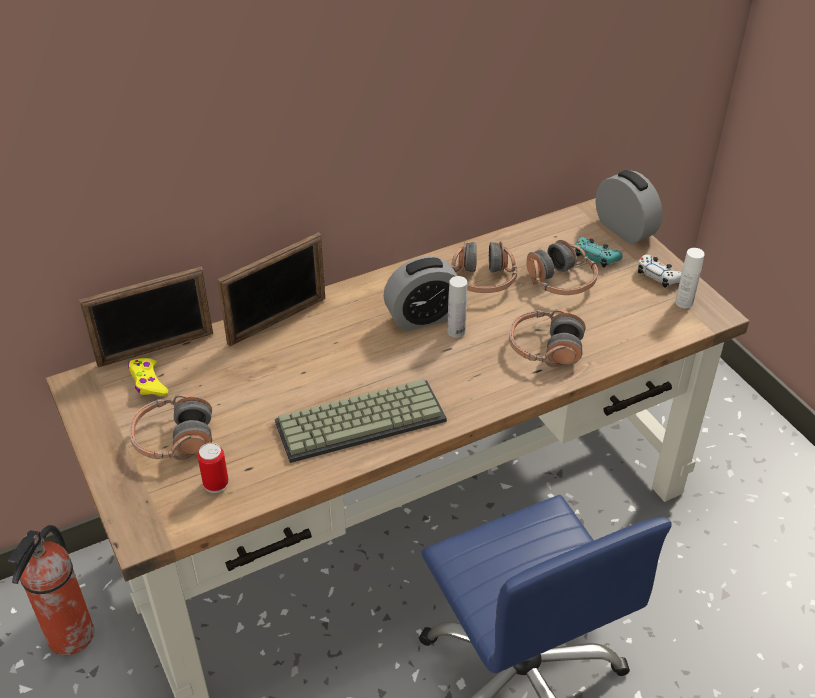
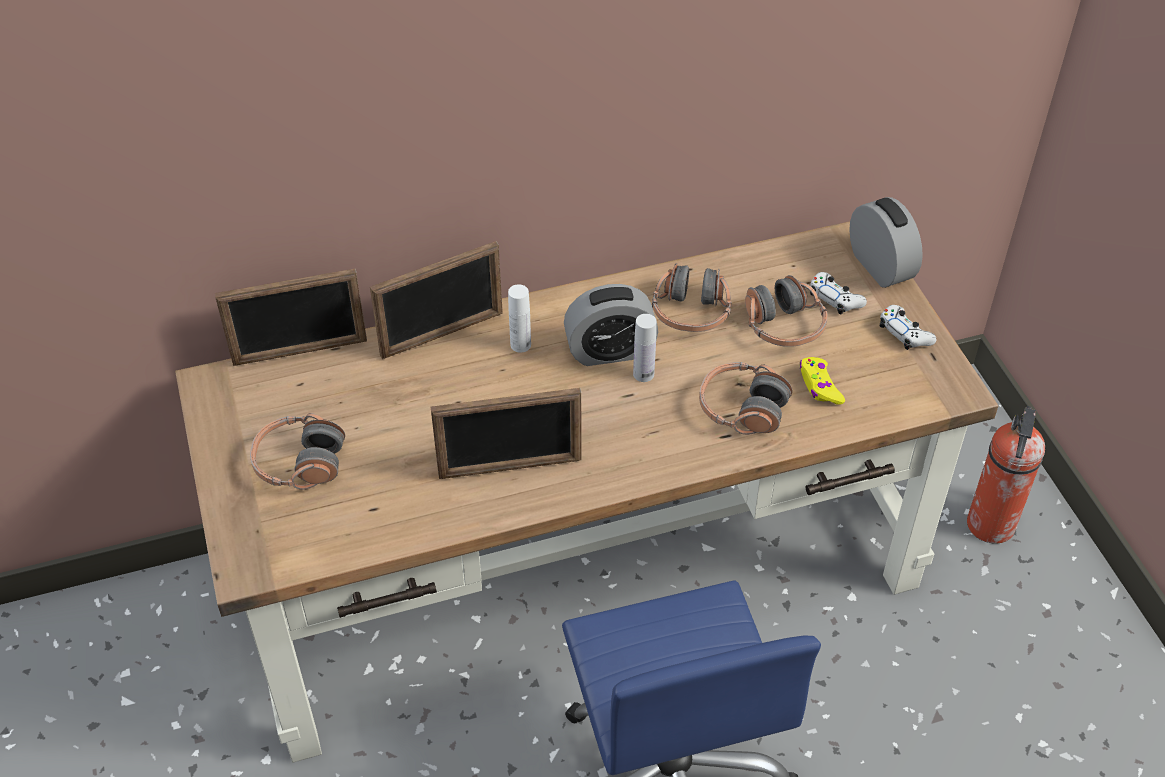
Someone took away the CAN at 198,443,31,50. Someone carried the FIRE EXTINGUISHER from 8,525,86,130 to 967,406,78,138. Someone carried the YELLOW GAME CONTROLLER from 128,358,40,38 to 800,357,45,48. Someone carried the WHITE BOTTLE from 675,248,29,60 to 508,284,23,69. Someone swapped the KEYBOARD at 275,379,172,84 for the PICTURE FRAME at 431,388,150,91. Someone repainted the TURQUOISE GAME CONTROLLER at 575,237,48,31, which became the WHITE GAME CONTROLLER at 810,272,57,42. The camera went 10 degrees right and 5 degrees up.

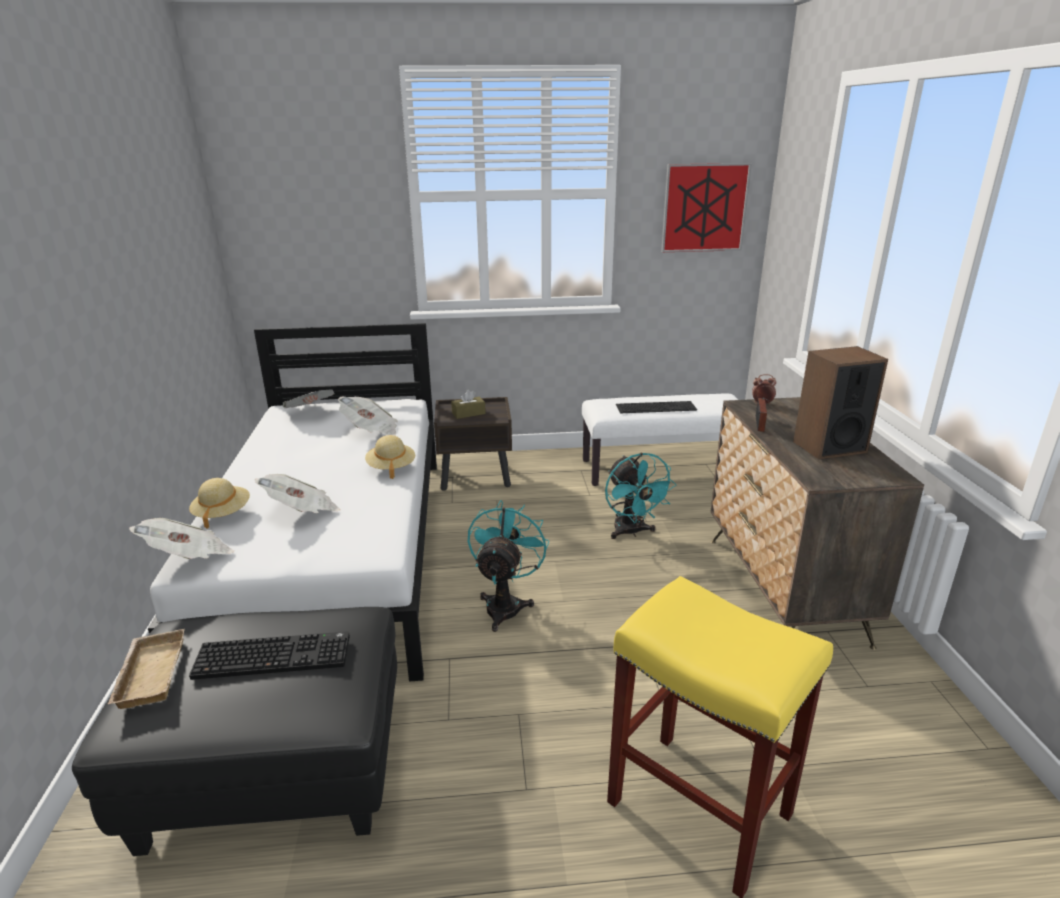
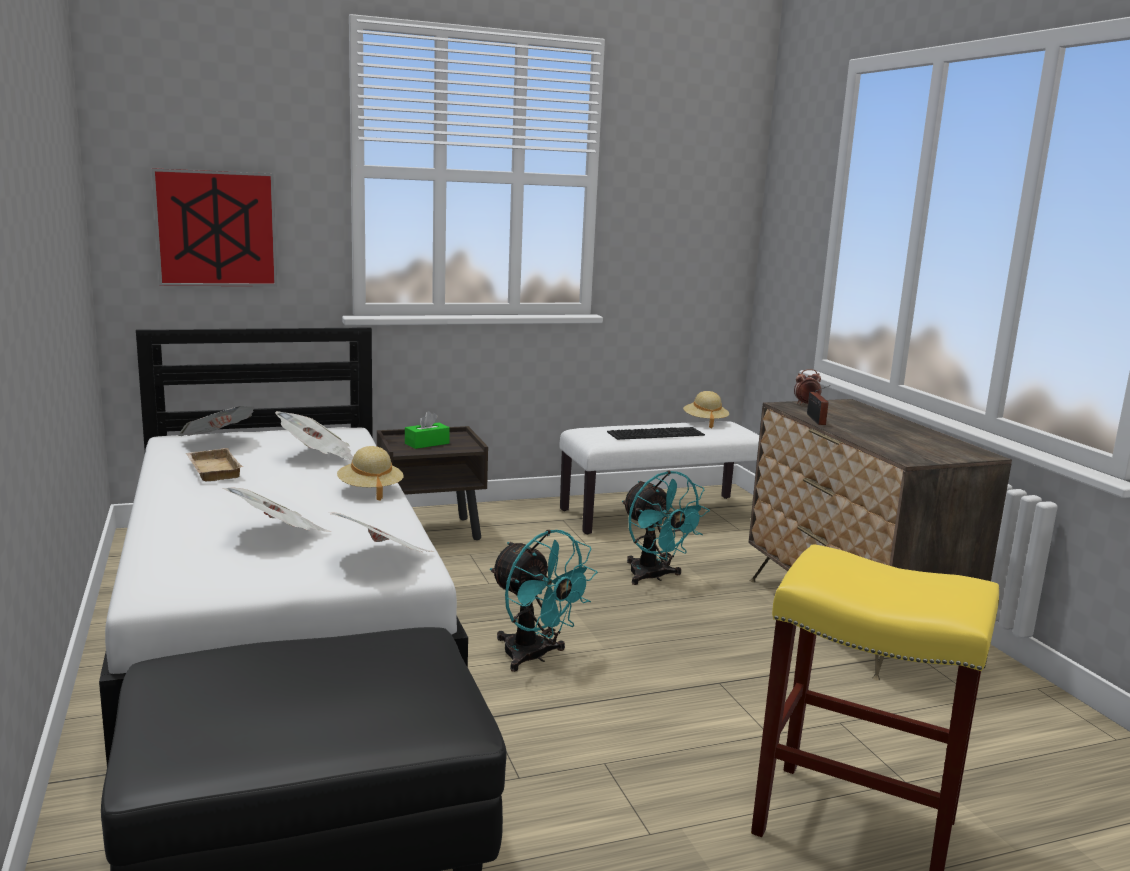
Someone took away the KEYBOARD at 189,631,161,49. Someone took away the SPEAKER at 793,346,95,114. Someone carried the BEIGE TRAY from 108,629,77,80 to 186,448,57,33. Someone carried the NEWSPAPER from 129,518,105,41 to 327,512,108,40. Someone carried the BEIGE HAT from 189,478,61,51 to 683,391,46,37. Someone carried the PICTURE from 661,163,91,89 to 152,168,125,118. Someone repainted the BROWN TISSUE BOX at 451,390,35,29, which became the GREEN TISSUE BOX at 405,411,45,38. Someone rotated the TURQUOISE FAN at 468,500,81,132 by 135 degrees clockwise. The camera went 15 degrees left and 10 degrees down.

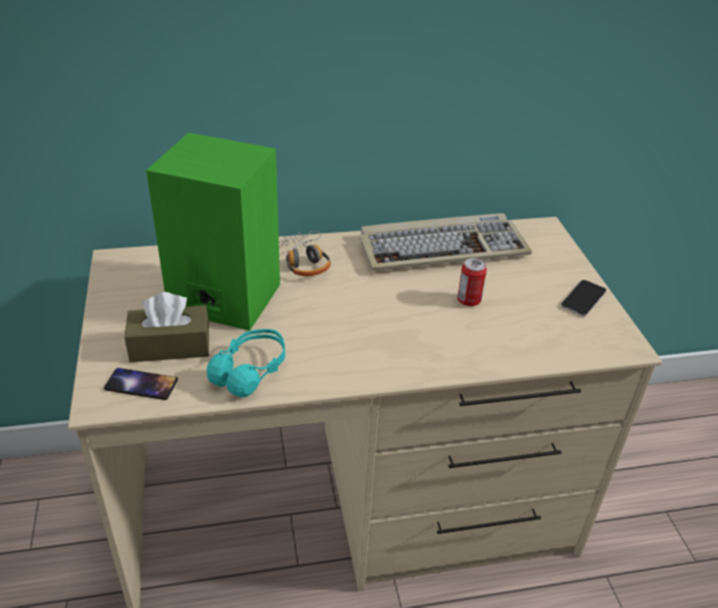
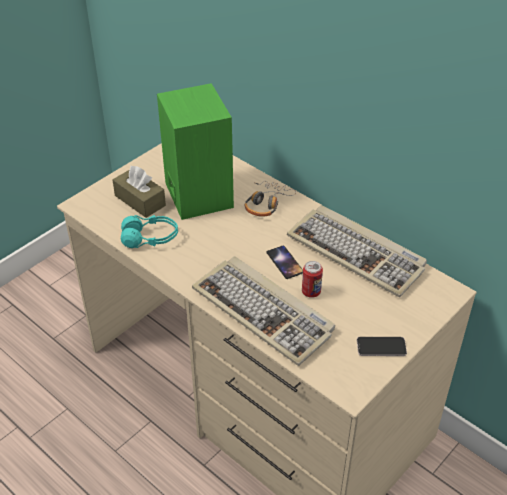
Someone put down the KEYBOARD at 192,256,143,110. Someone carried the PHONE from 104,368,74,32 to 267,246,36,33. The camera went 55 degrees right and 5 degrees up.

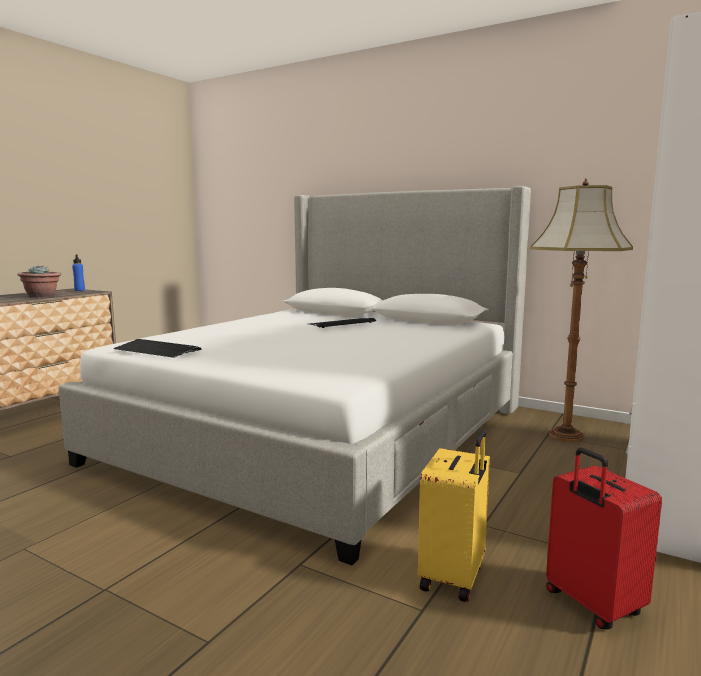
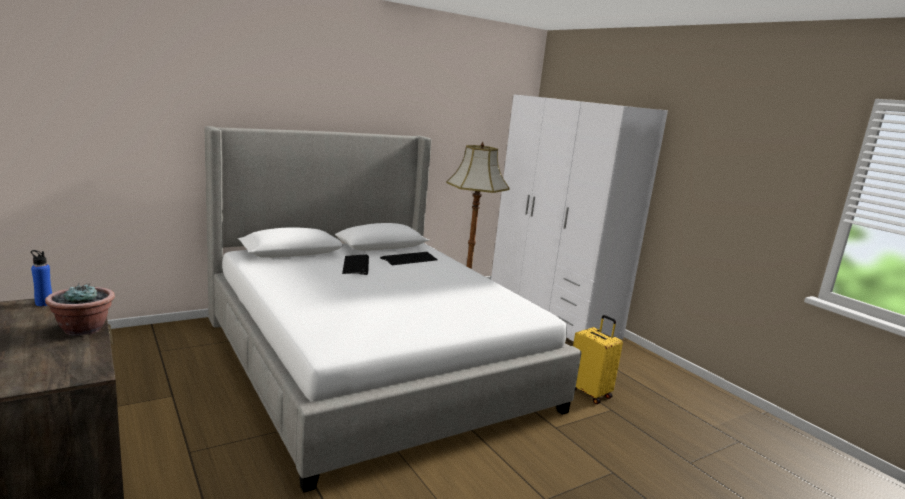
Someone took away the RED SUITCASE at 546,447,116,183. Someone carried the KEYBOARD from 114,339,87,19 to 380,252,58,13. The camera went 65 degrees left and 5 degrees up.

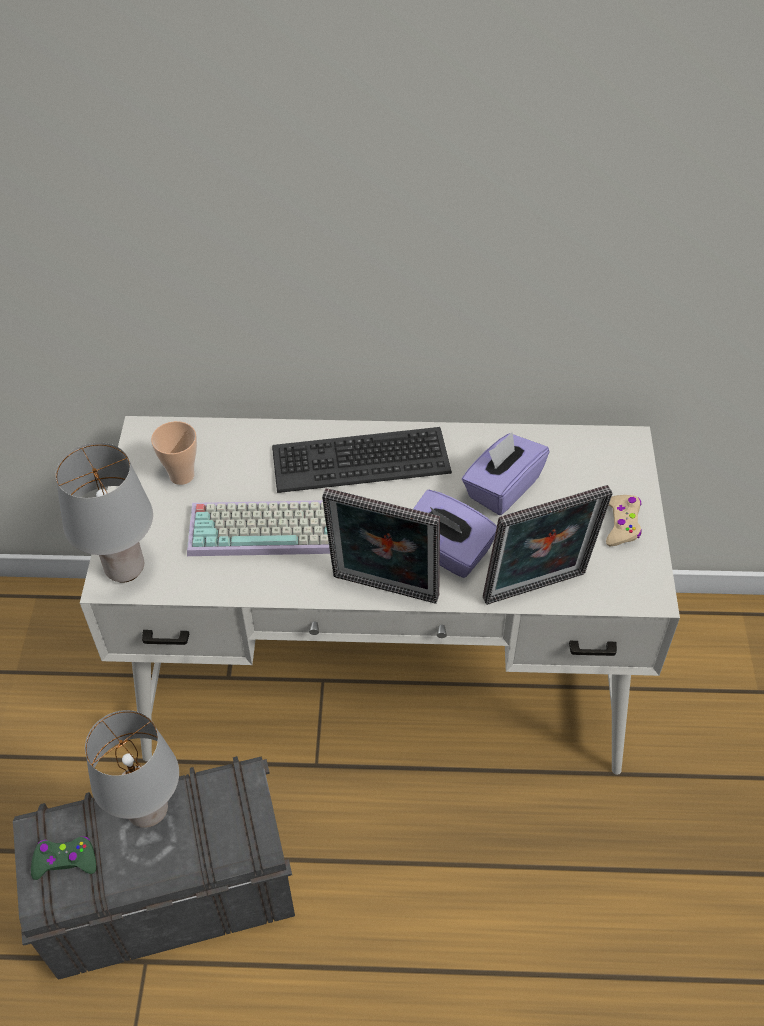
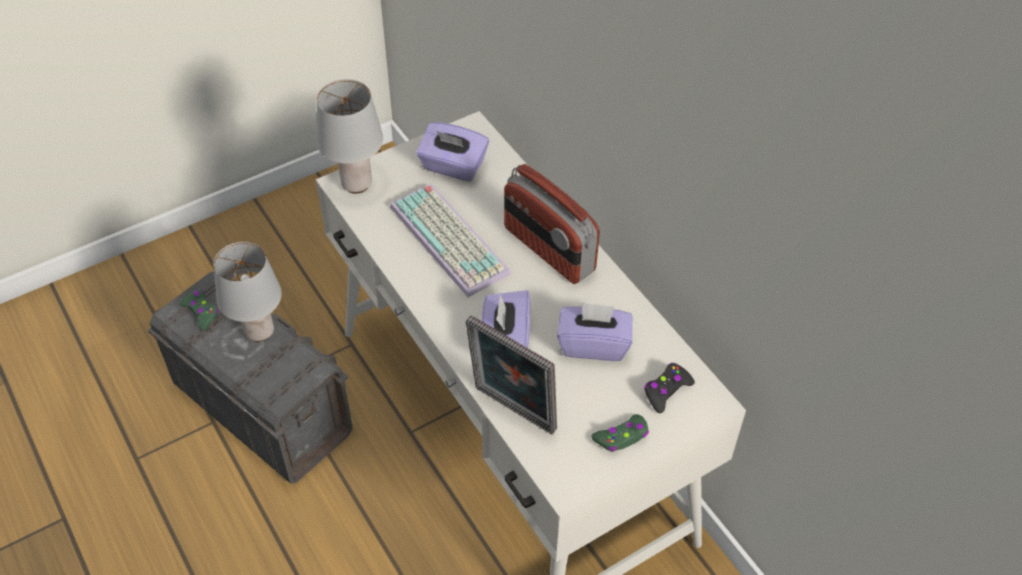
Someone took away the PICTURE FRAME at 322,488,118,116. Someone put down the BLACK GAME CONTROLLER at 644,363,51,50. Someone swapped the CUP at 151,421,46,64 for the PURPLE TISSUE BOX at 416,122,73,60. Someone swapped the KEYBOARD at 272,427,180,66 for the RADIO at 504,164,96,120. Someone repainted the BEIGE GAME CONTROLLER at 606,495,36,51, which became the GREEN GAME CONTROLLER at 591,414,58,38. The camera went 55 degrees right and 0 degrees up.

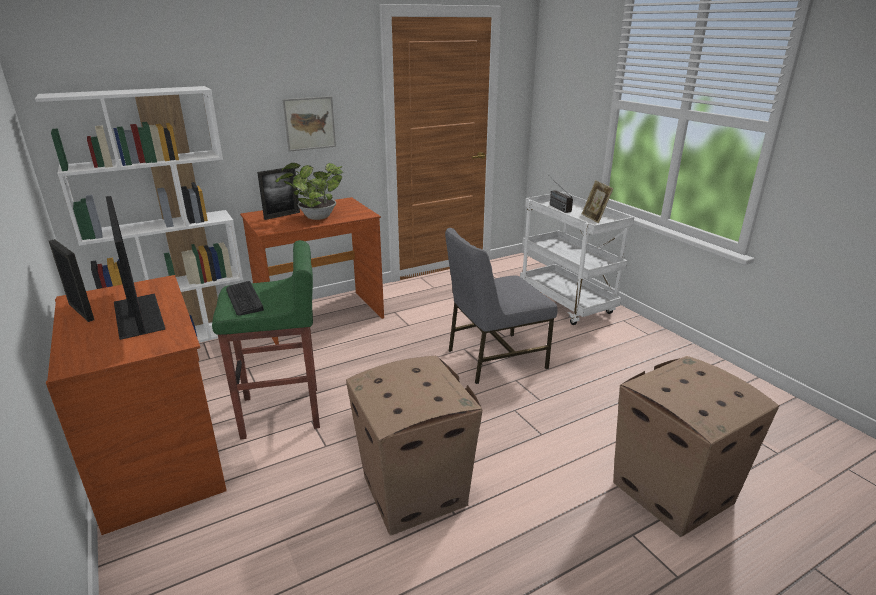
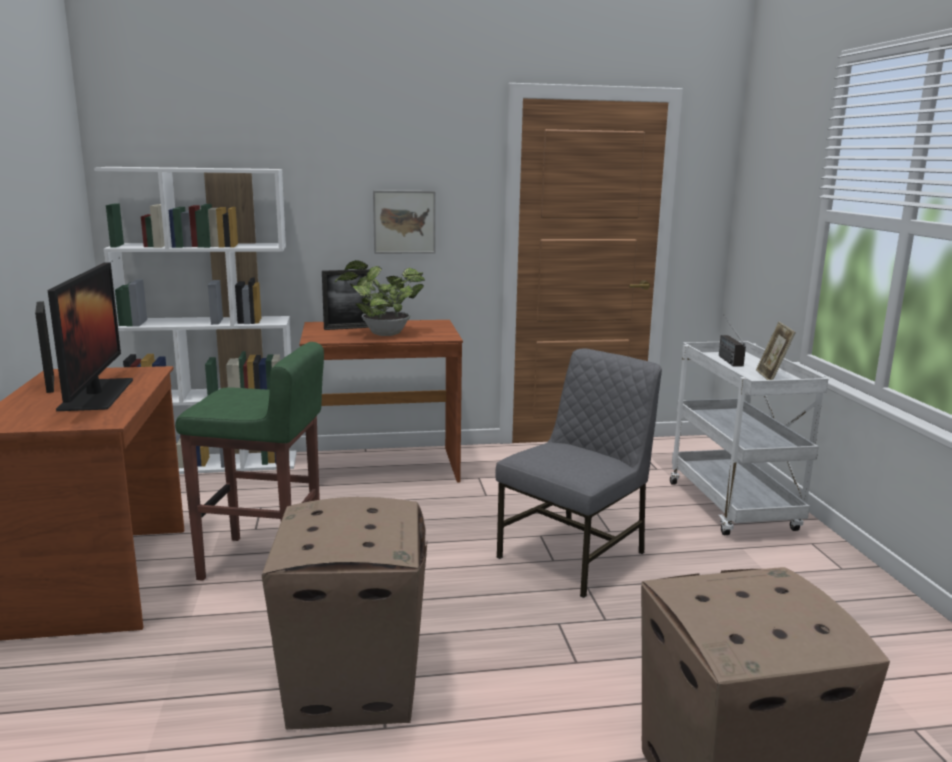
Someone took away the KEYBOARD at 226,281,38,34. Someone rotated the GREY CHAIR at 445,228,113,156 by 135 degrees clockwise. The camera went 20 degrees right and 10 degrees down.

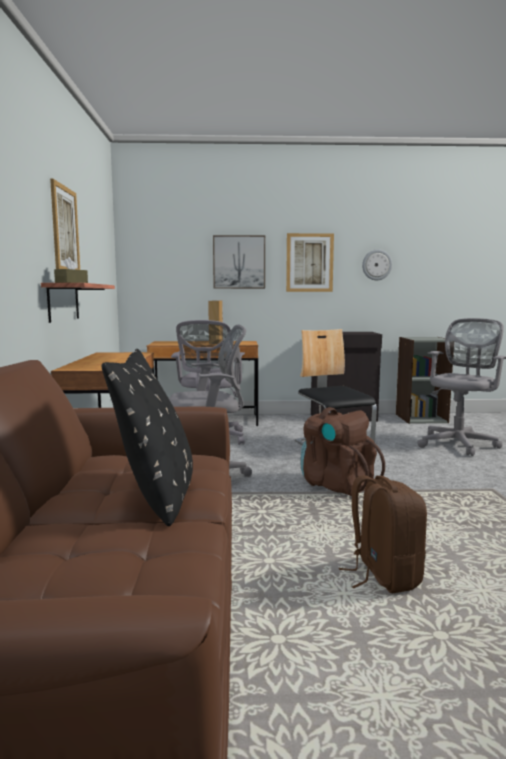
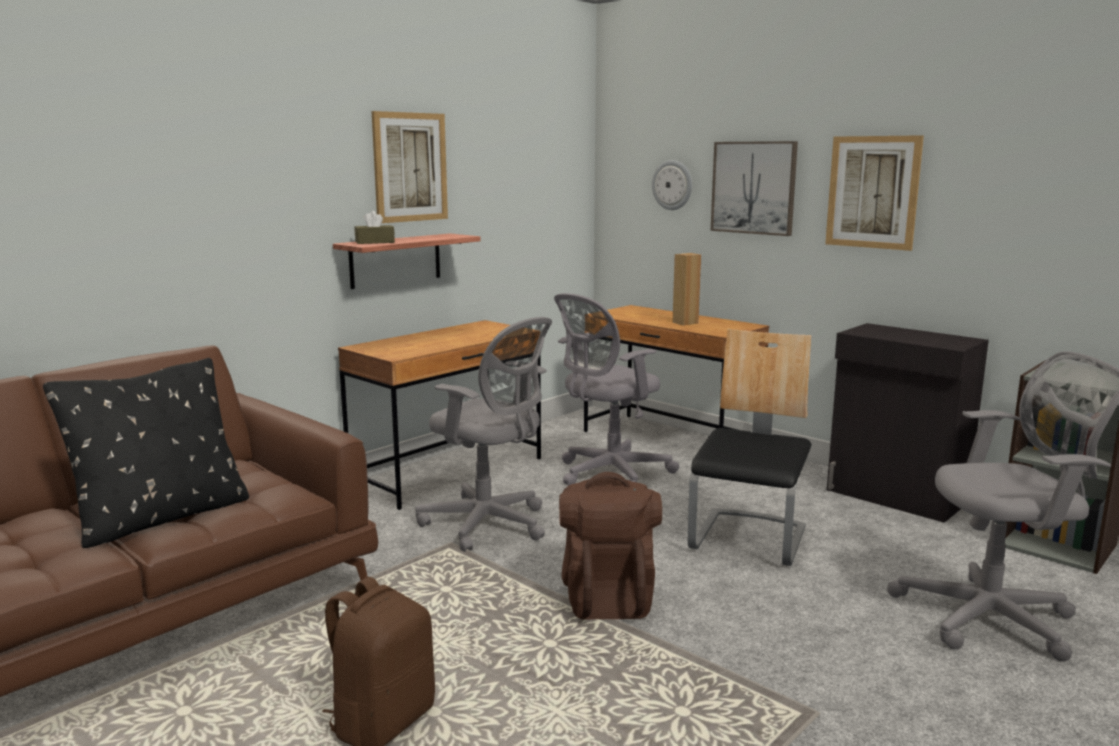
Someone carried the WALL CLOCK from 362,249,30,31 to 652,160,40,50. The camera went 45 degrees right and 5 degrees up.

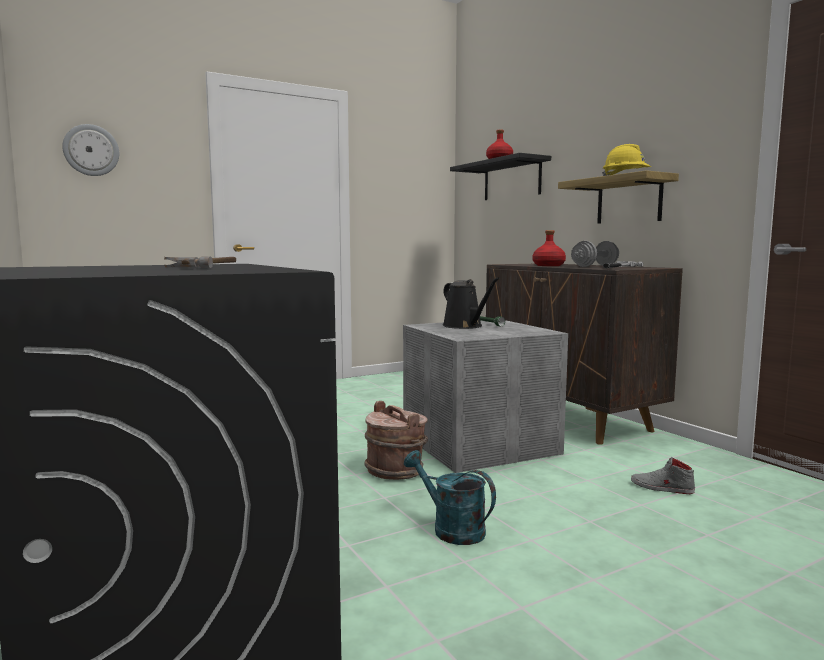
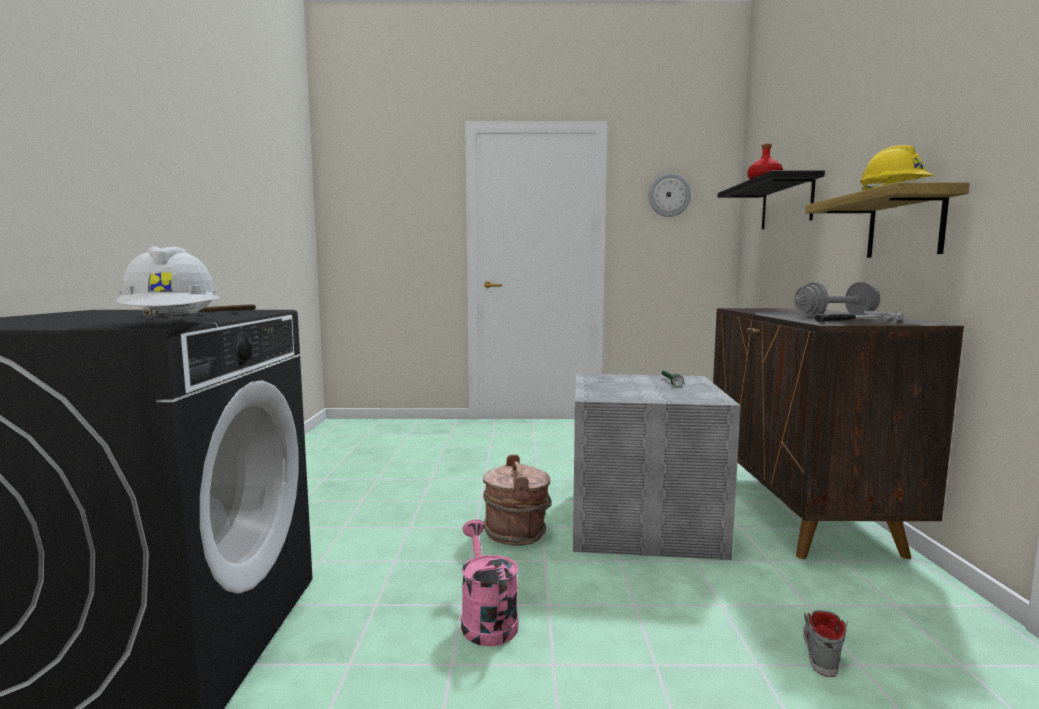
Someone took away the BLACK WATERING CAN at 443,277,57,52. Someone took away the RED BOTTLE at 533,230,33,36. Someone put down the WHITE HARD HAT at 116,246,104,74. Someone carried the WALL CLOCK from 62,124,57,52 to 649,173,42,44. Someone repainted the TURQUOISE WATERING CAN at 404,450,92,95, which became the PINK WATERING CAN at 461,519,58,127. Someone rotated the GREY SHOE at 631,457,64,37 by 60 degrees clockwise. The camera went 30 degrees right and 0 degrees up.

